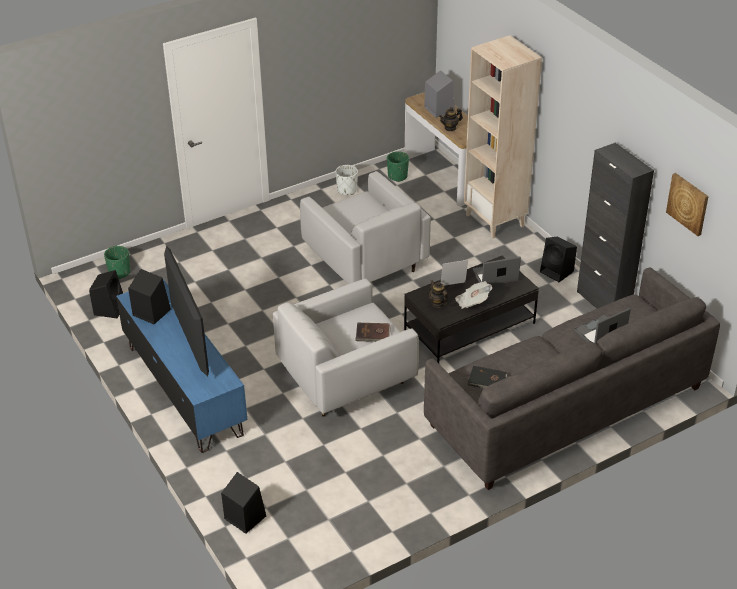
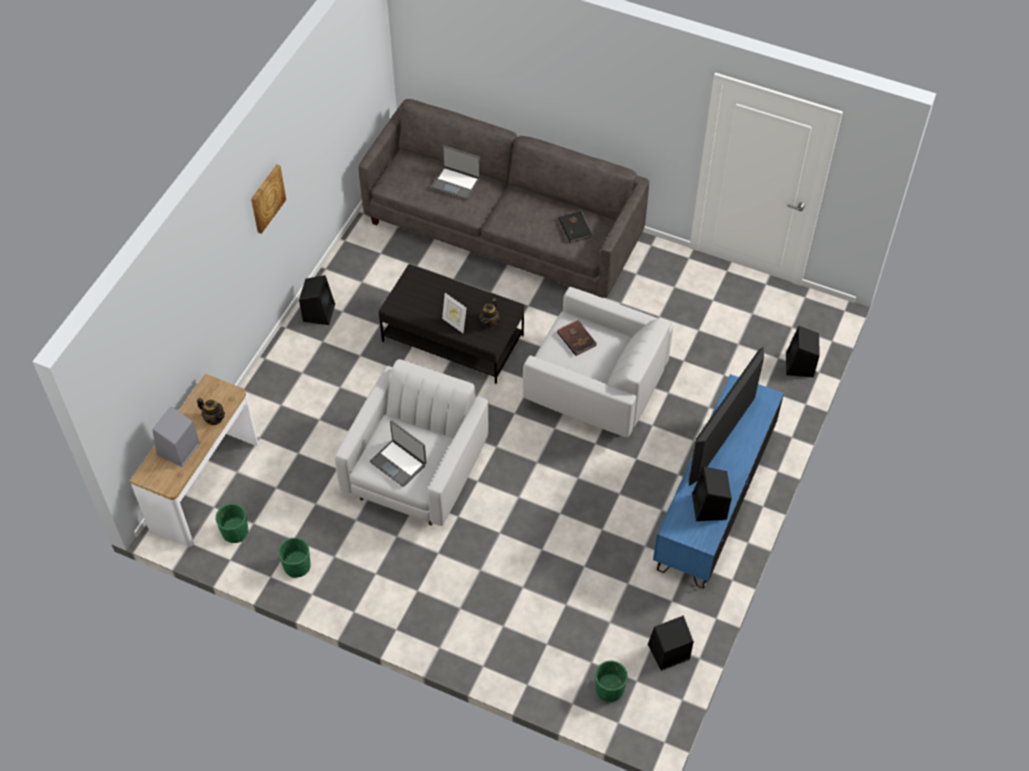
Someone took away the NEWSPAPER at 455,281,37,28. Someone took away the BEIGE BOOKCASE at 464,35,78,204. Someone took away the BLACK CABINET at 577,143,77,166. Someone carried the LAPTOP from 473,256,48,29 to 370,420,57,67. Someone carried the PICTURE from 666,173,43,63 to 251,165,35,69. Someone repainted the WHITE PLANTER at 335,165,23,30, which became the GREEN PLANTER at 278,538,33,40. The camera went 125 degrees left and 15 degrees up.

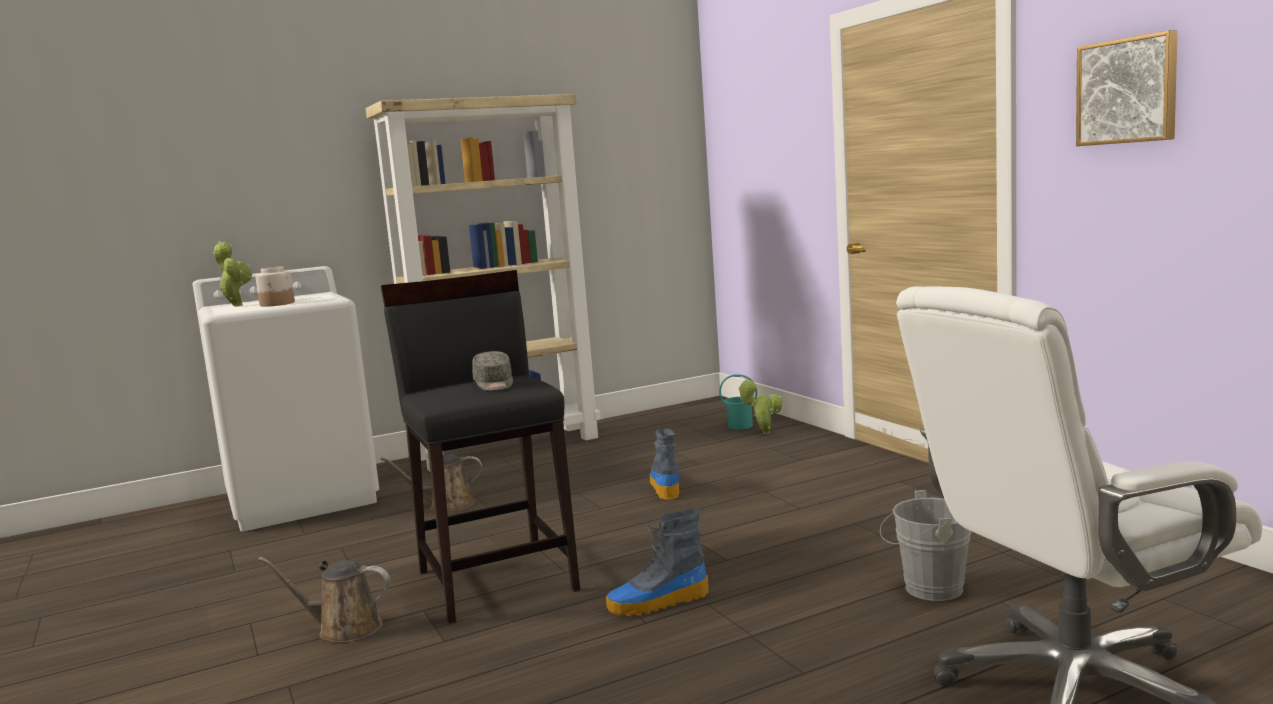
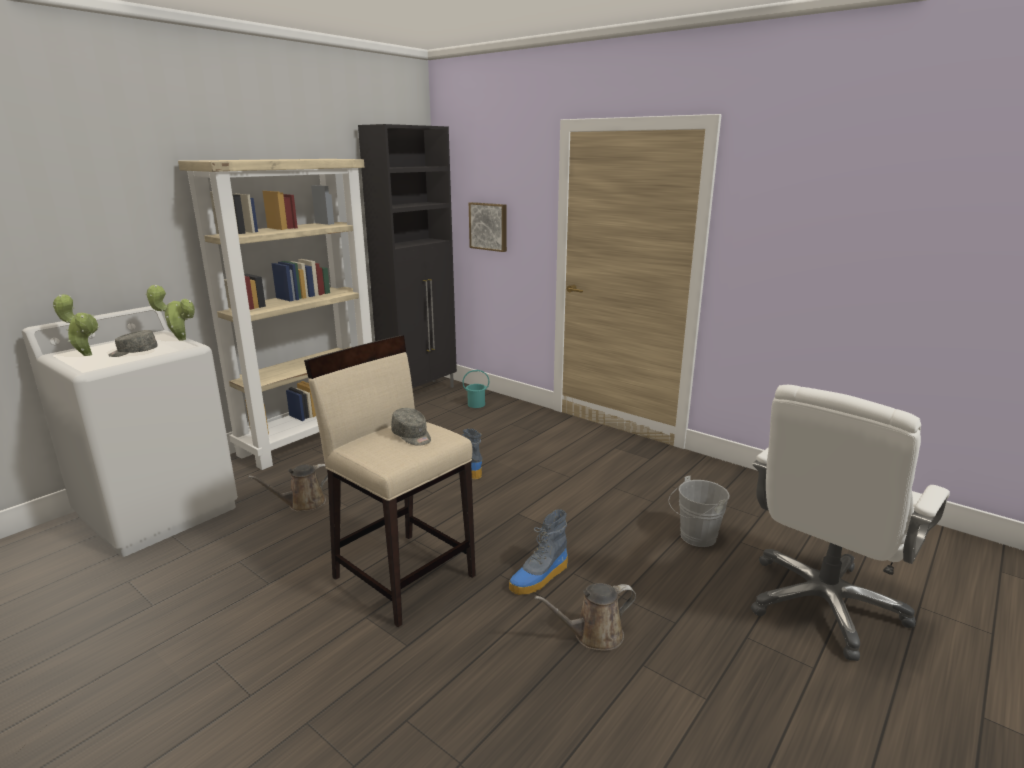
Someone put down the BLACK CABINET at 358,124,99,264. Someone carried the BROWN WATERING CAN from 258,557,133,86 to 534,583,102,68. Someone carried the POTTED PLANT from 738,380,44,54 to 145,285,50,56. Someone carried the PICTURE from 1076,30,102,116 to 469,202,38,50. Someone swapped the JAR at 255,267,40,40 for the GREY CAP at 109,330,49,27. Someone repainted the BLACK STOOL at 380,270,200,354, which became the BEIGE STOOL at 304,335,172,292. The camera went 25 degrees left and 10 degrees up.

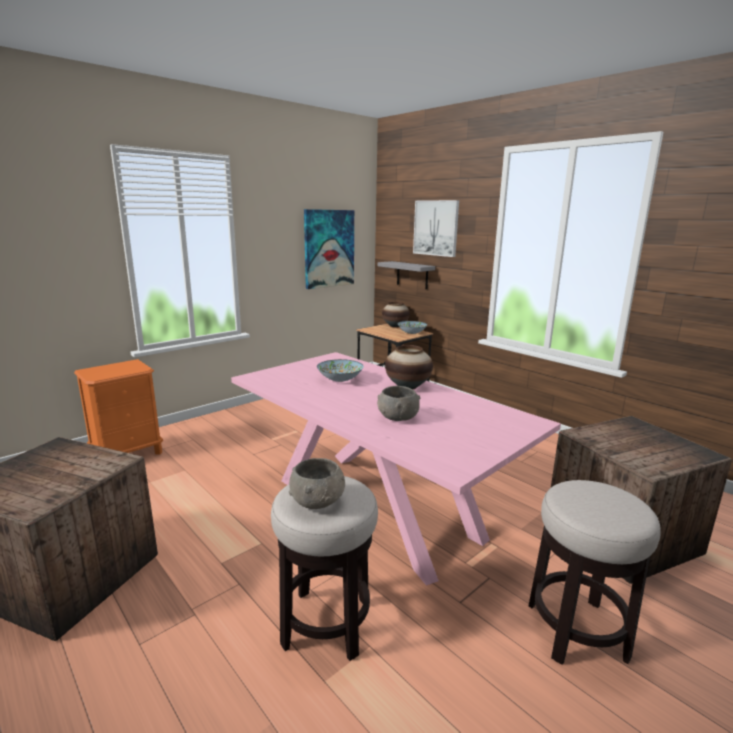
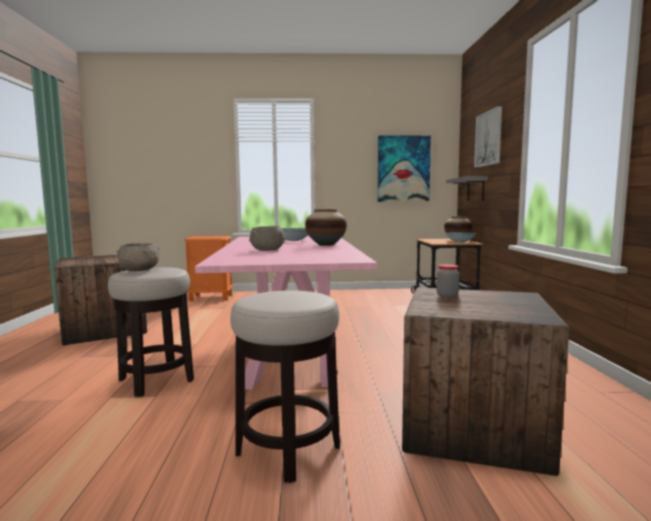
Someone put down the JAR at 436,264,23,34. The camera went 40 degrees right and 10 degrees down.

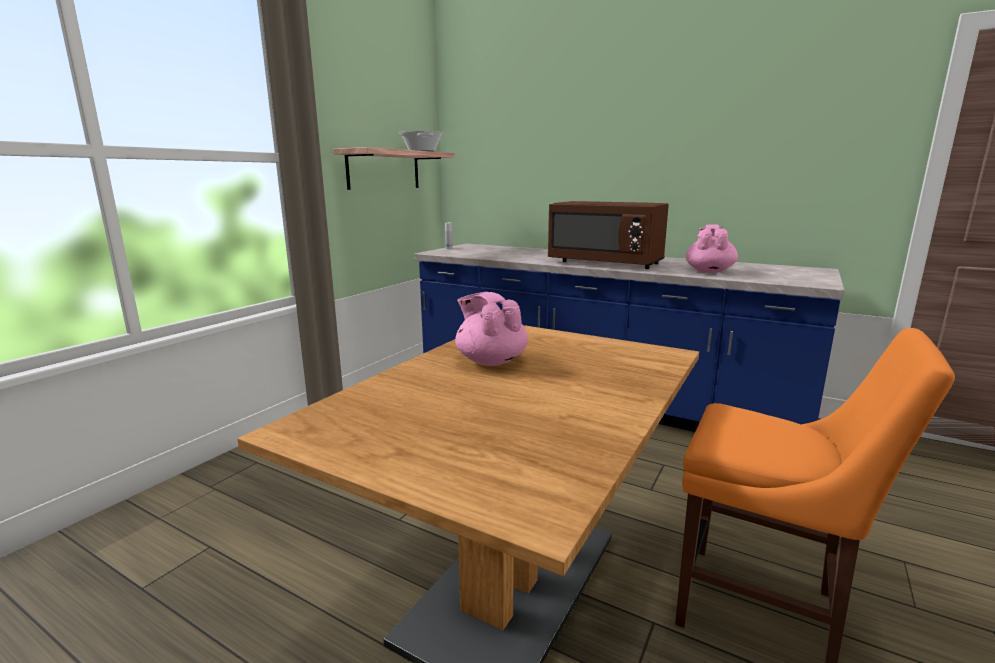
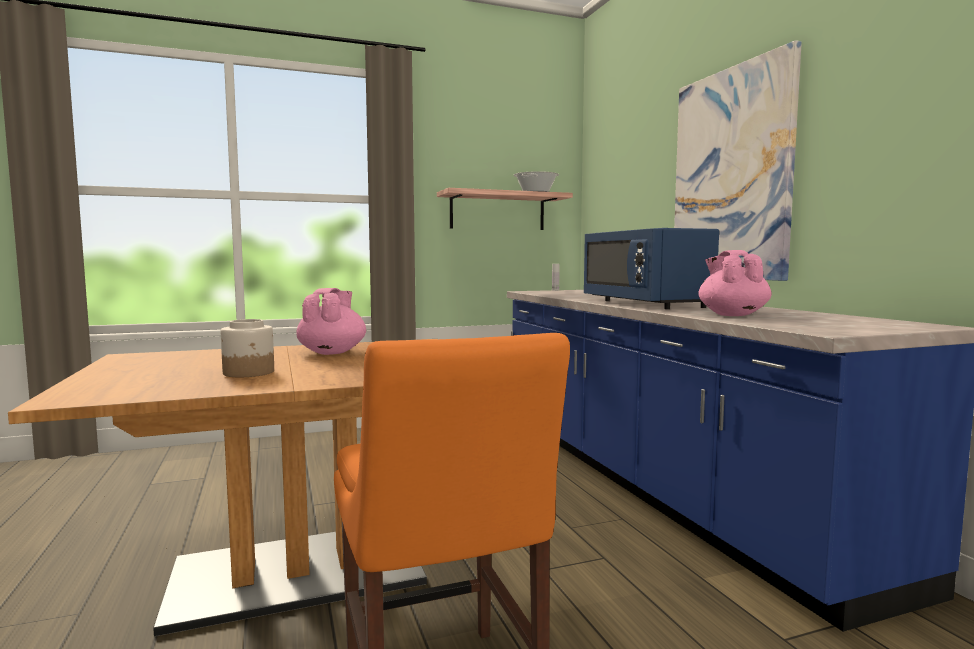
Someone put down the JAR at 221,319,53,58. Someone put up the PICTURE at 674,40,128,241. Someone repainted the BROWN MICROWAVE at 548,201,121,68, which became the BLUE MICROWAVE at 584,228,135,81. Someone rotated the PINK TEAPOT at 686,224,52,49 by 60 degrees counterclockwise. The camera went 40 degrees right and 10 degrees down.

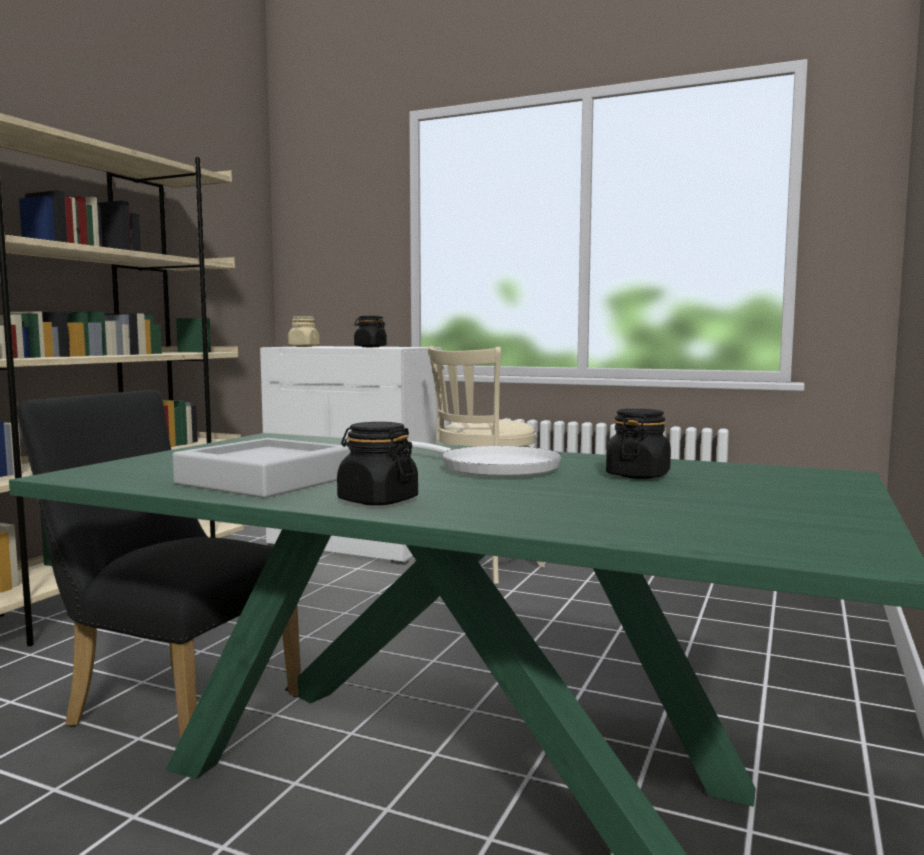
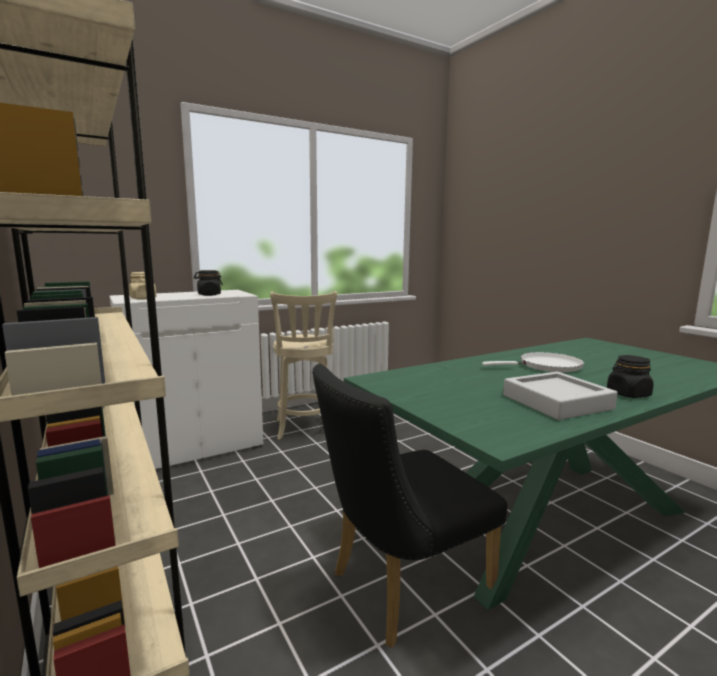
Someone took away the BLACK JAR at 606,409,65,70. The camera went 55 degrees left and 5 degrees up.

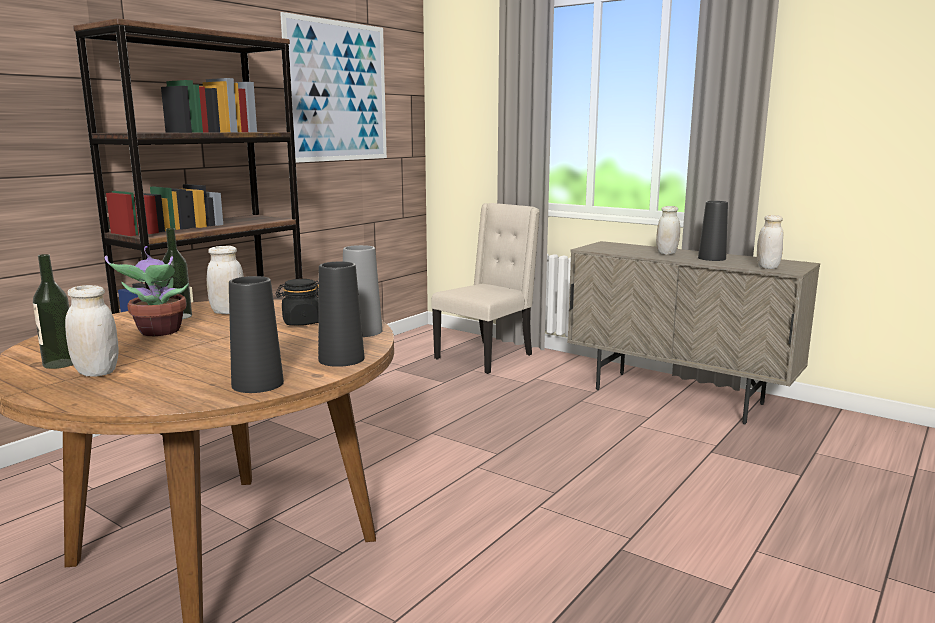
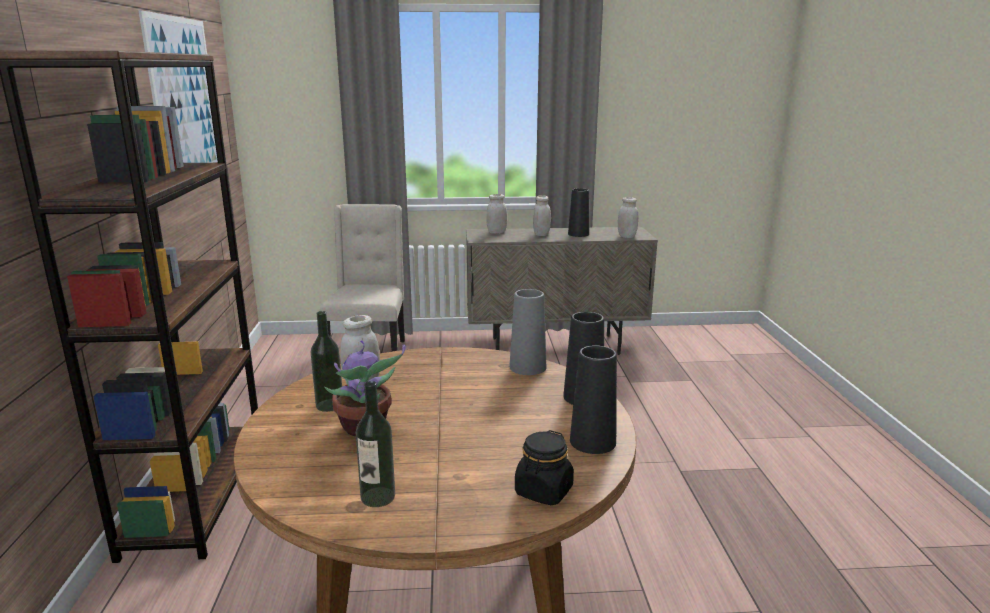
Someone carried the WHITE JAR from 65,285,54,92 to 486,194,21,40. Someone carried the BLACK JAR from 276,279,43,47 to 515,430,59,75. The camera went 40 degrees left and 5 degrees up.

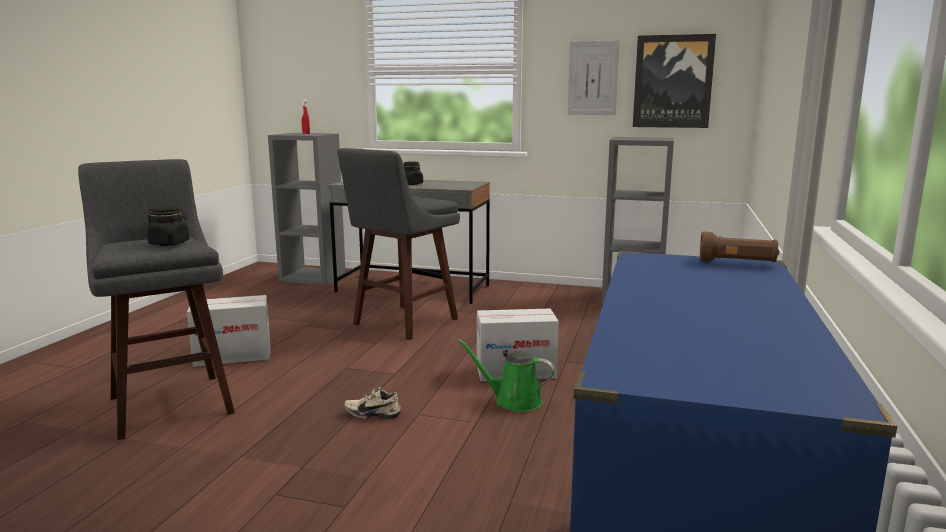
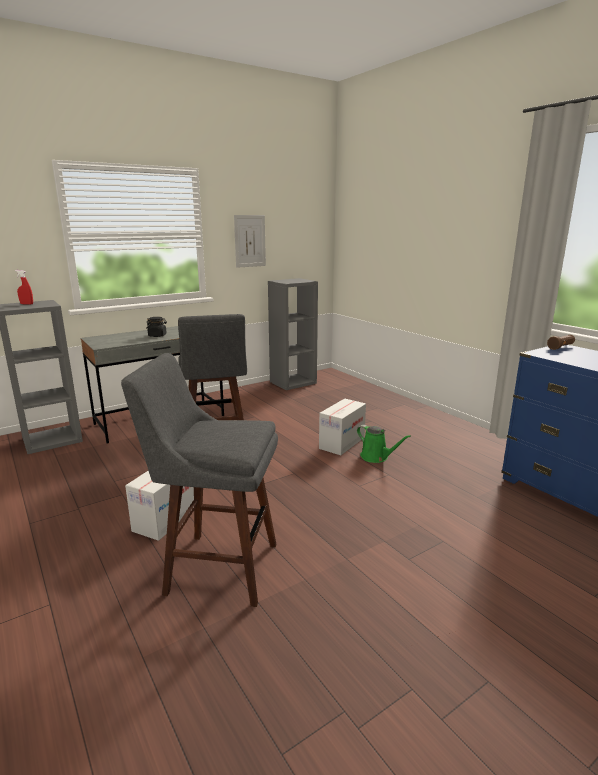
Someone took away the BLACK JAR at 147,206,42,40. Someone took away the BEIGE SHOE at 345,387,56,32. Someone took away the PICTURE at 633,34,83,94. Someone rotated the GREEN WATERING CAN at 458,340,97,72 by 105 degrees counterclockwise. The camera went 50 degrees left and 5 degrees up.

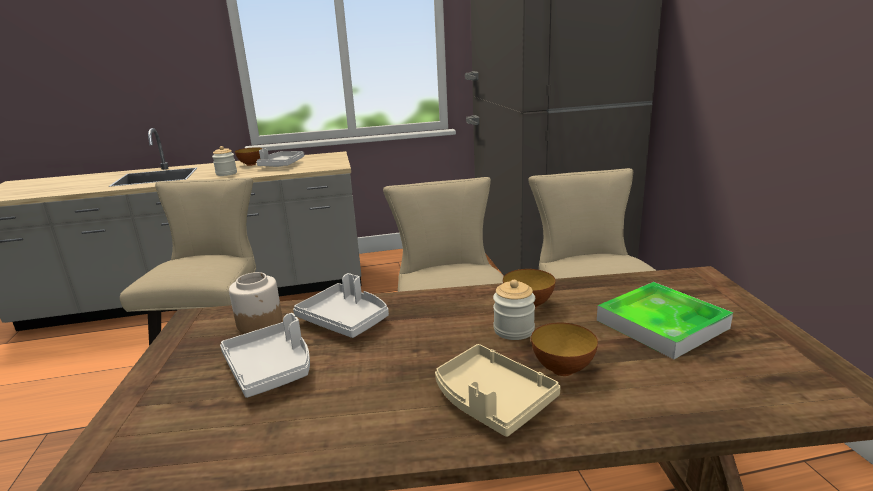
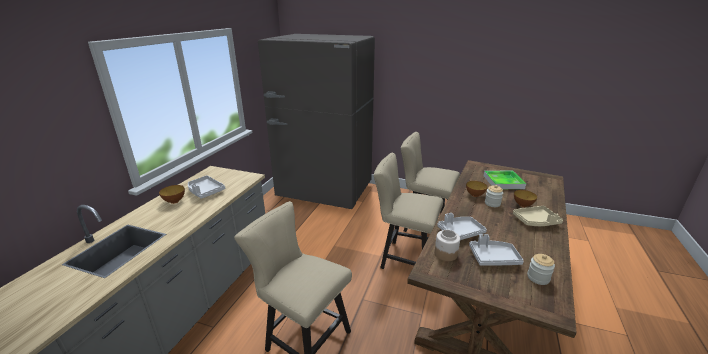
Someone carried the JAR from 212,146,25,30 to 527,254,28,31. The camera went 60 degrees left and 5 degrees up.

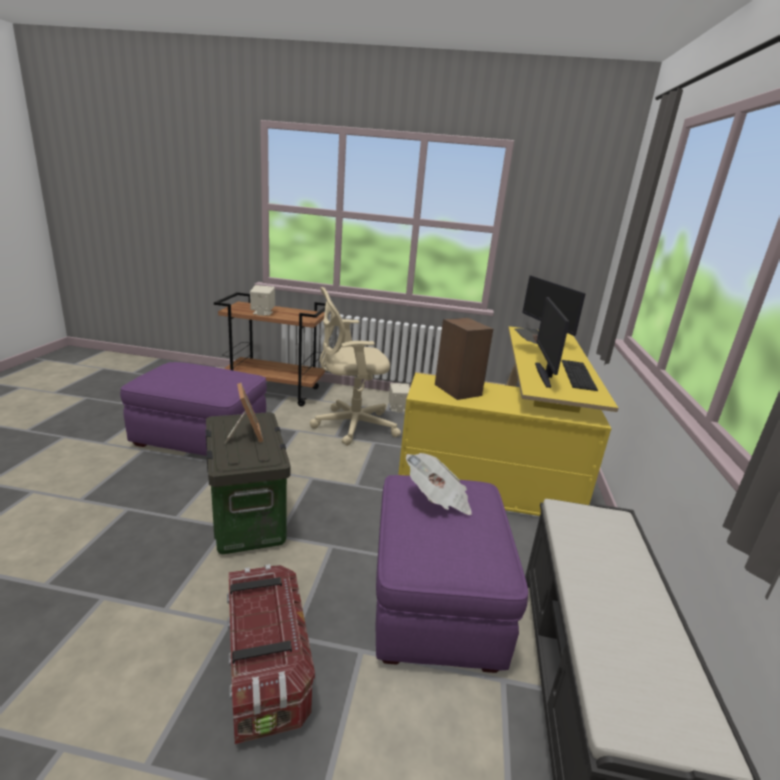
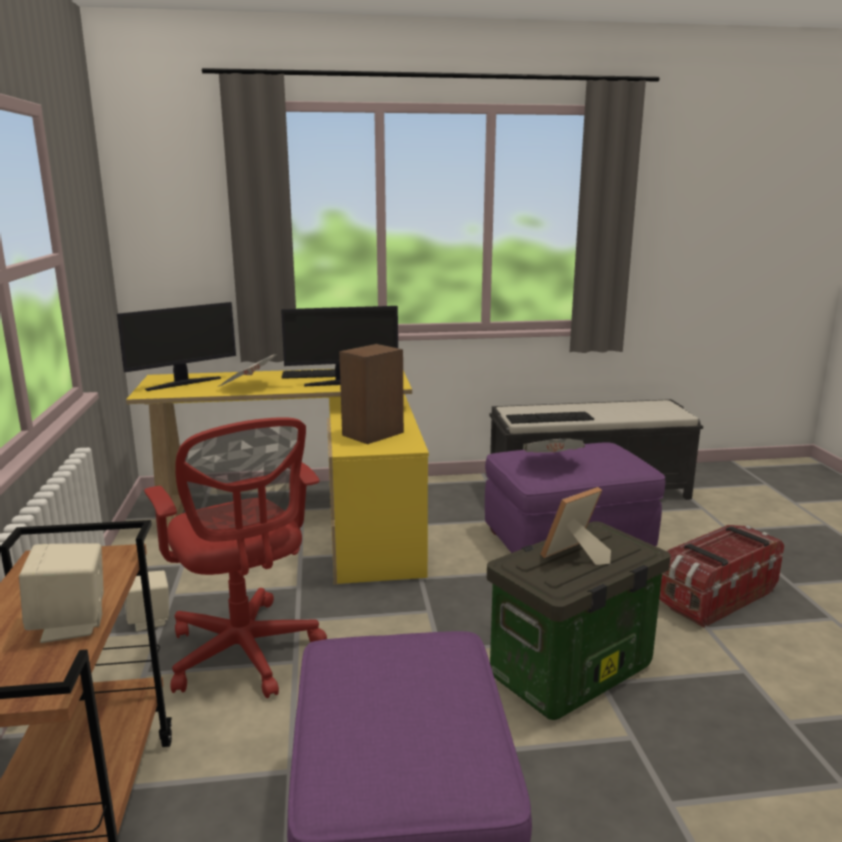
Someone put down the KEYBOARD at 506,412,88,12. Someone repainted the BEIGE OFFICE CHAIR at 310,287,91,159, which became the RED OFFICE CHAIR at 144,417,183,281. The camera went 105 degrees left and 5 degrees down.

